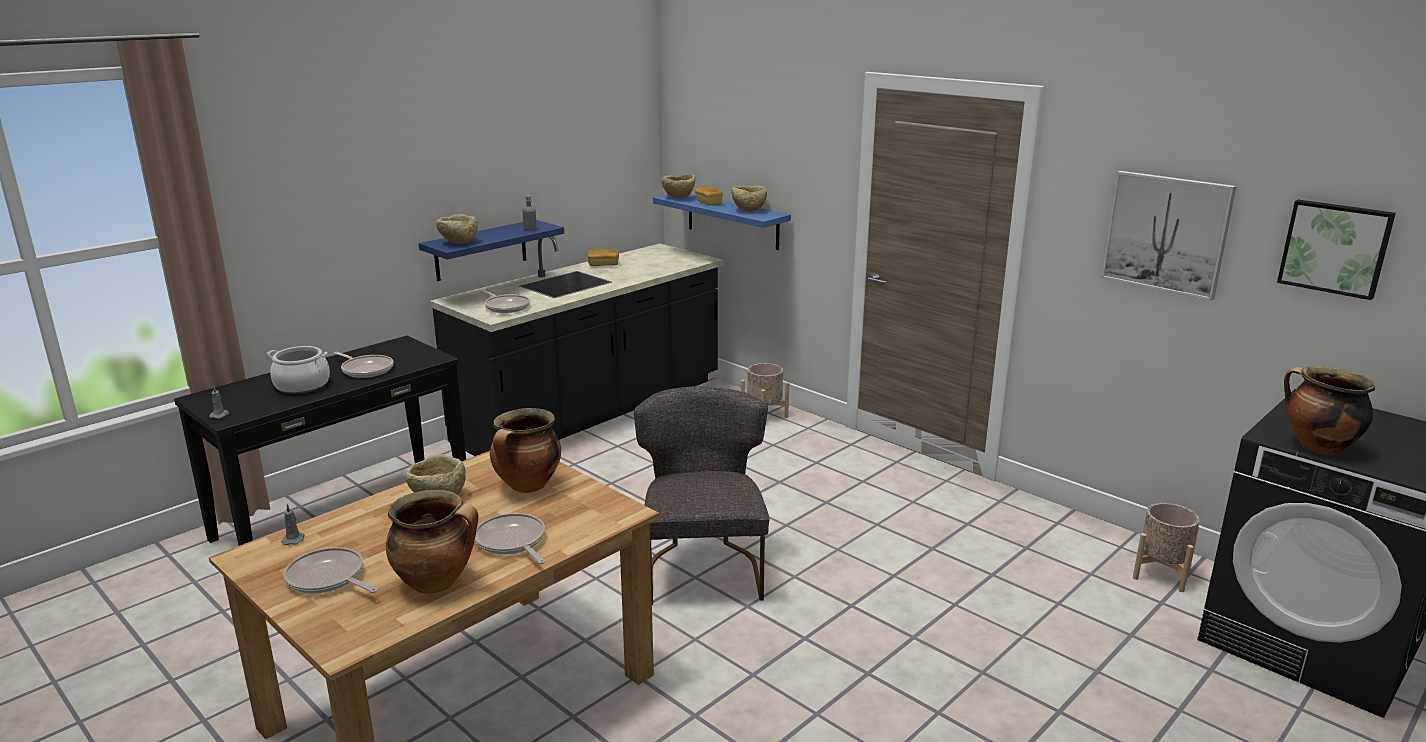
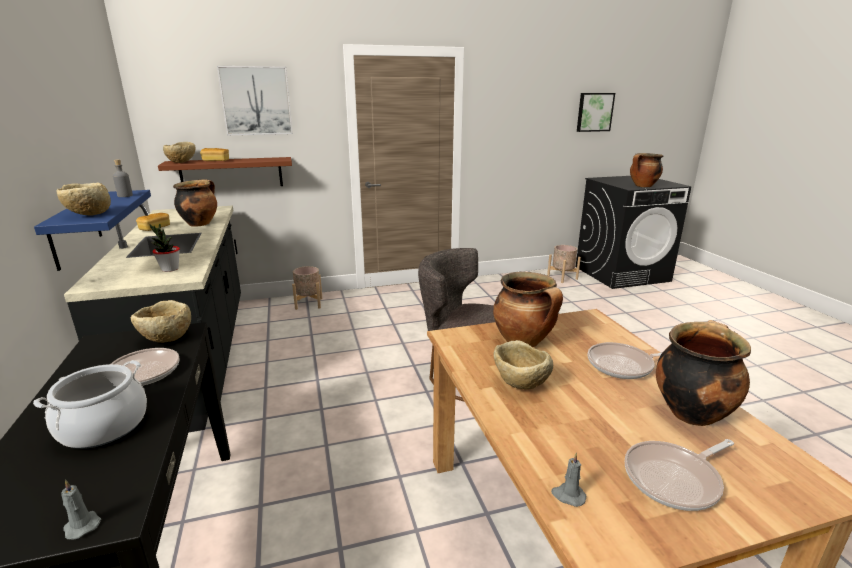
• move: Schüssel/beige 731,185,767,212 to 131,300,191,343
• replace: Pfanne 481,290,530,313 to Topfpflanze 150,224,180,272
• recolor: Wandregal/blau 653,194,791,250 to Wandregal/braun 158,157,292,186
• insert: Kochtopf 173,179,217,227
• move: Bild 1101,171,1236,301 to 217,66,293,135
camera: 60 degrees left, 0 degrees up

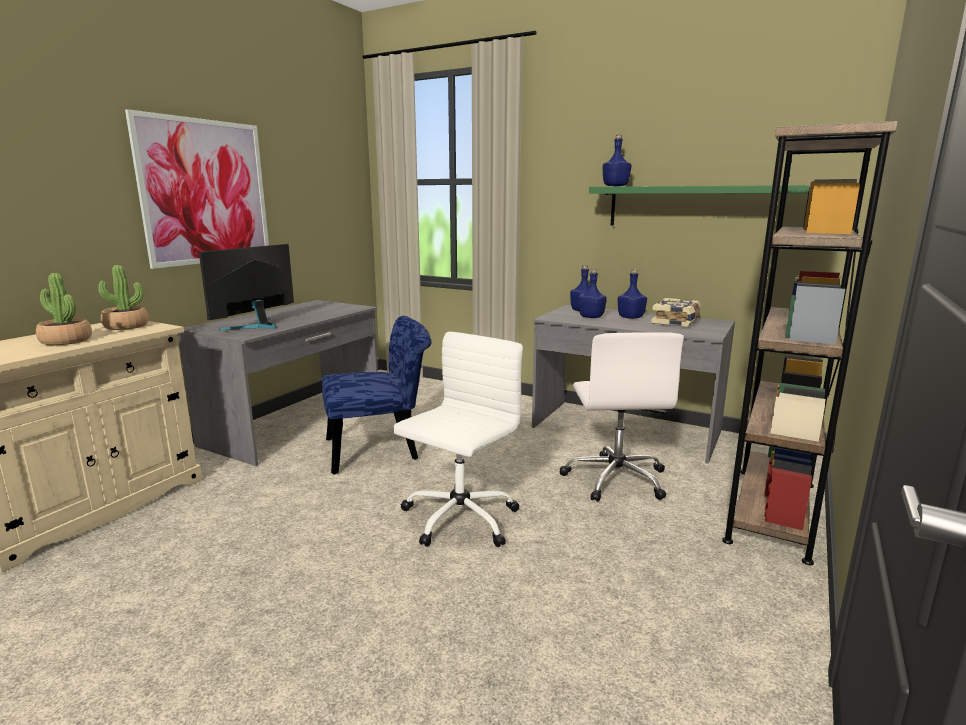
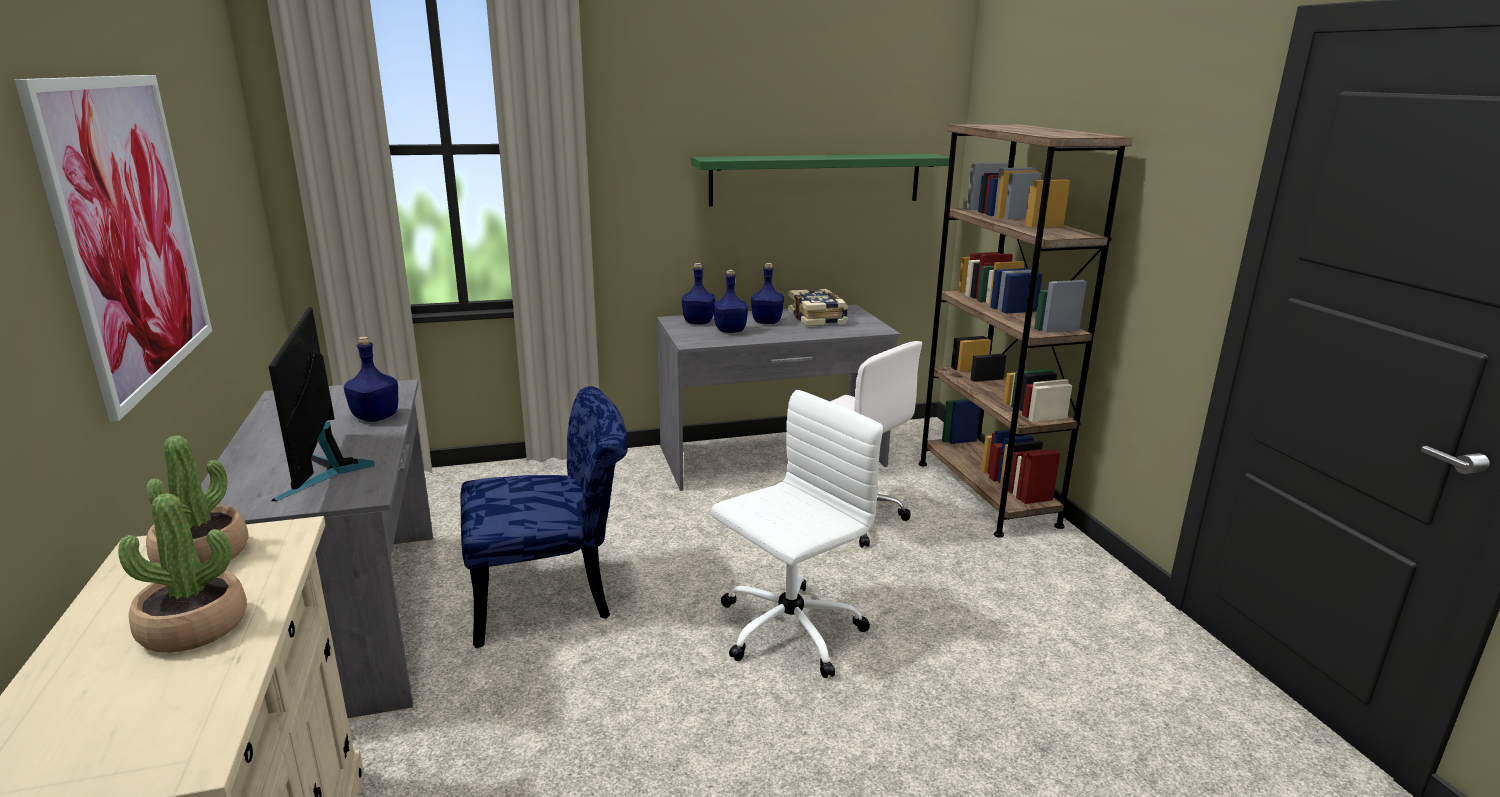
• move: Flasche/blau 603,135,632,186 to 344,336,398,422
• rotate: Stuhl/blau 322,316,432,475 = 460,386,628,648 45 degrees clockwise
• rotate: Bürostuhl/weiß 393,332,523,547 = 711,390,883,678 60 degrees clockwise
camera: 45 degrees left, 5 degrees up

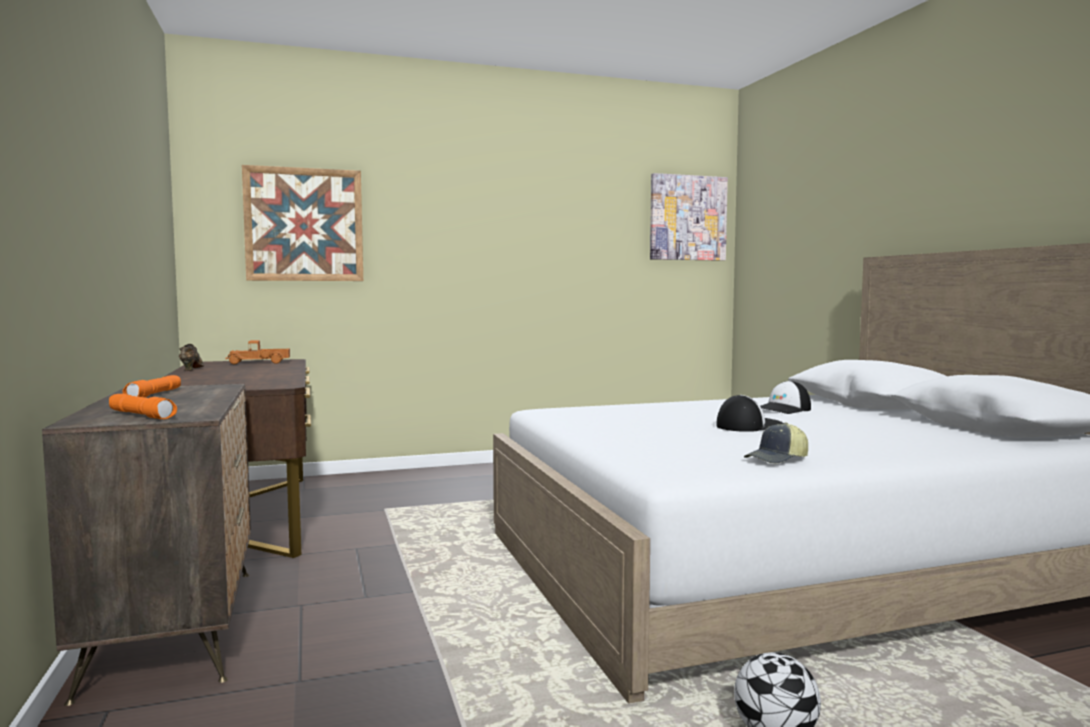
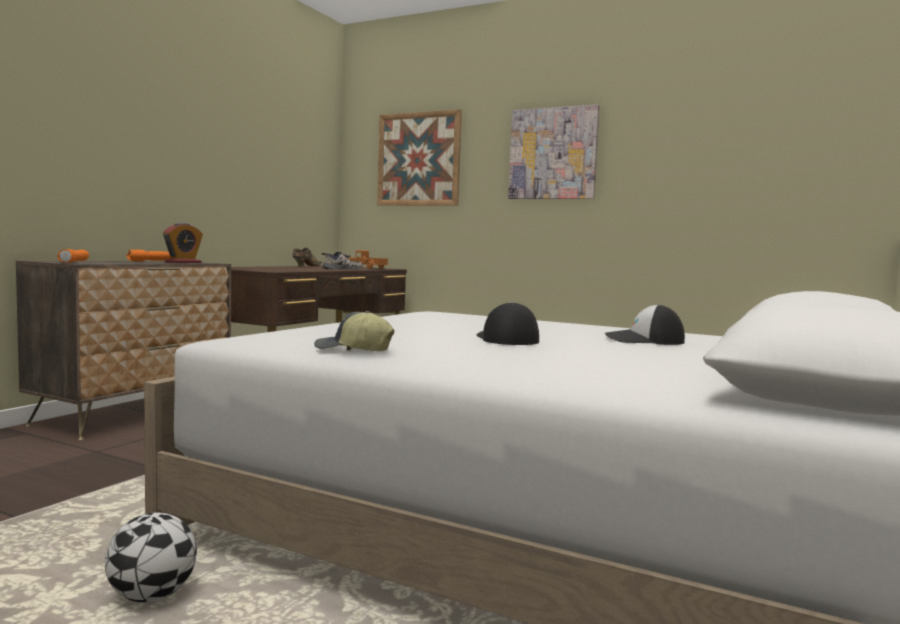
• insert: Wecker 163,223,203,263
• insert: Schuh 322,252,363,270
• rotate: Kappe 716,395,784,432 = 477,302,539,345 120 degrees counterclockwise
• move: Bild 650,173,728,261 to 508,105,600,199
camera: 45 degrees right, 0 degrees up

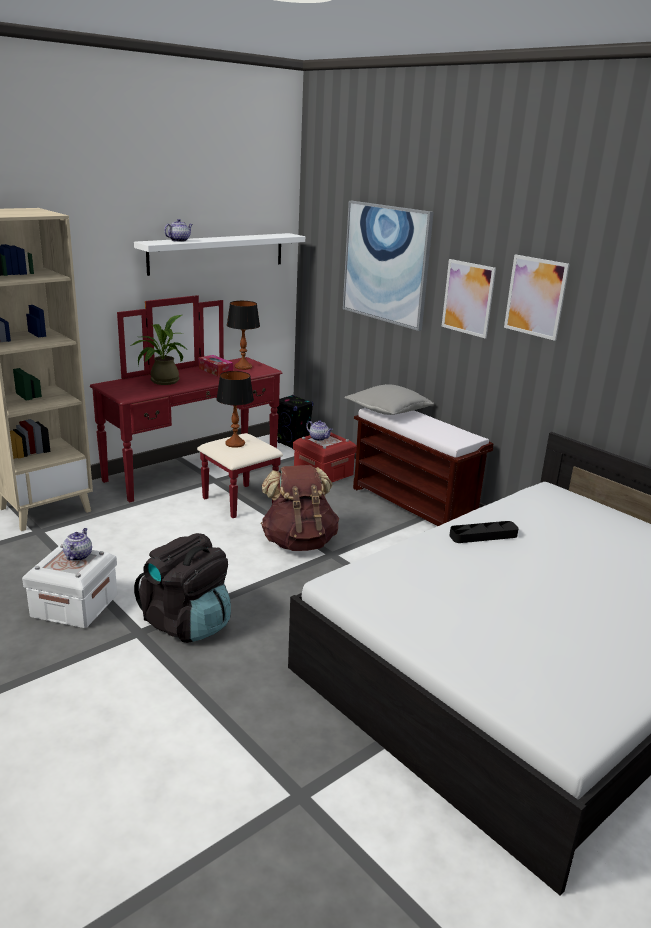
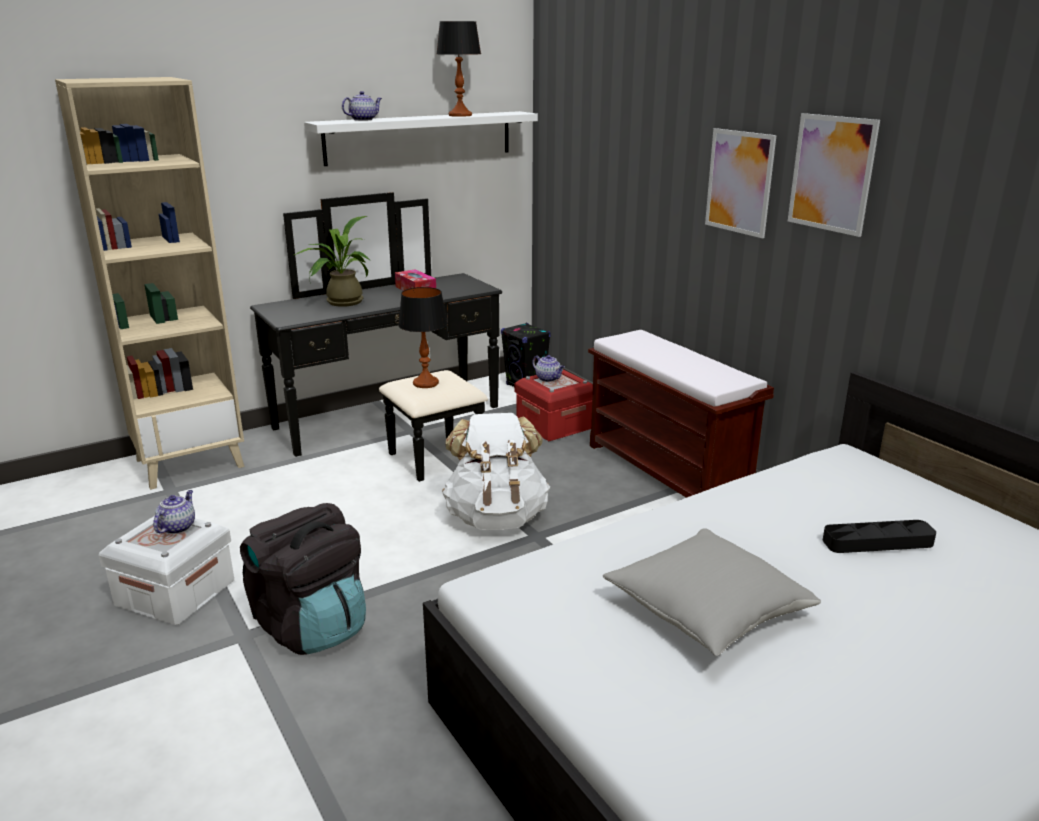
• recolor: Kommode/rot 90,295,283,518 to Kommode/schwarz 250,192,502,482
• move: Tischlampe 227,301,260,370 to 437,21,481,117
• recolor: Rucksack/braun 261,465,339,551 to Rucksack/weiß 442,413,550,530
• move: Kissen/grau 345,384,434,415 to 603,528,821,656
• move: Tablett/schwarz 449,521,519,543 to 823,520,936,553
• delete: Bild 343,201,434,331
camera: 10 degrees right, 0 degrees up

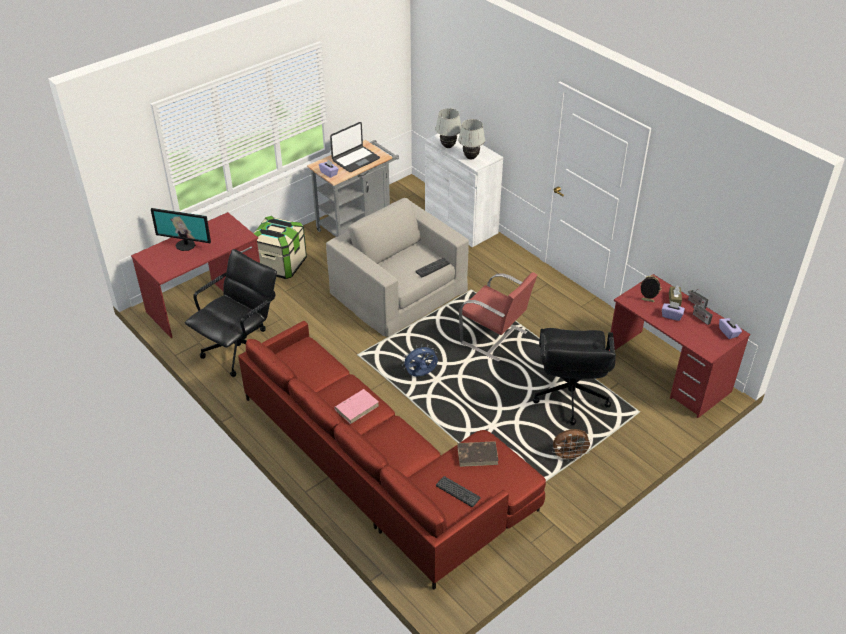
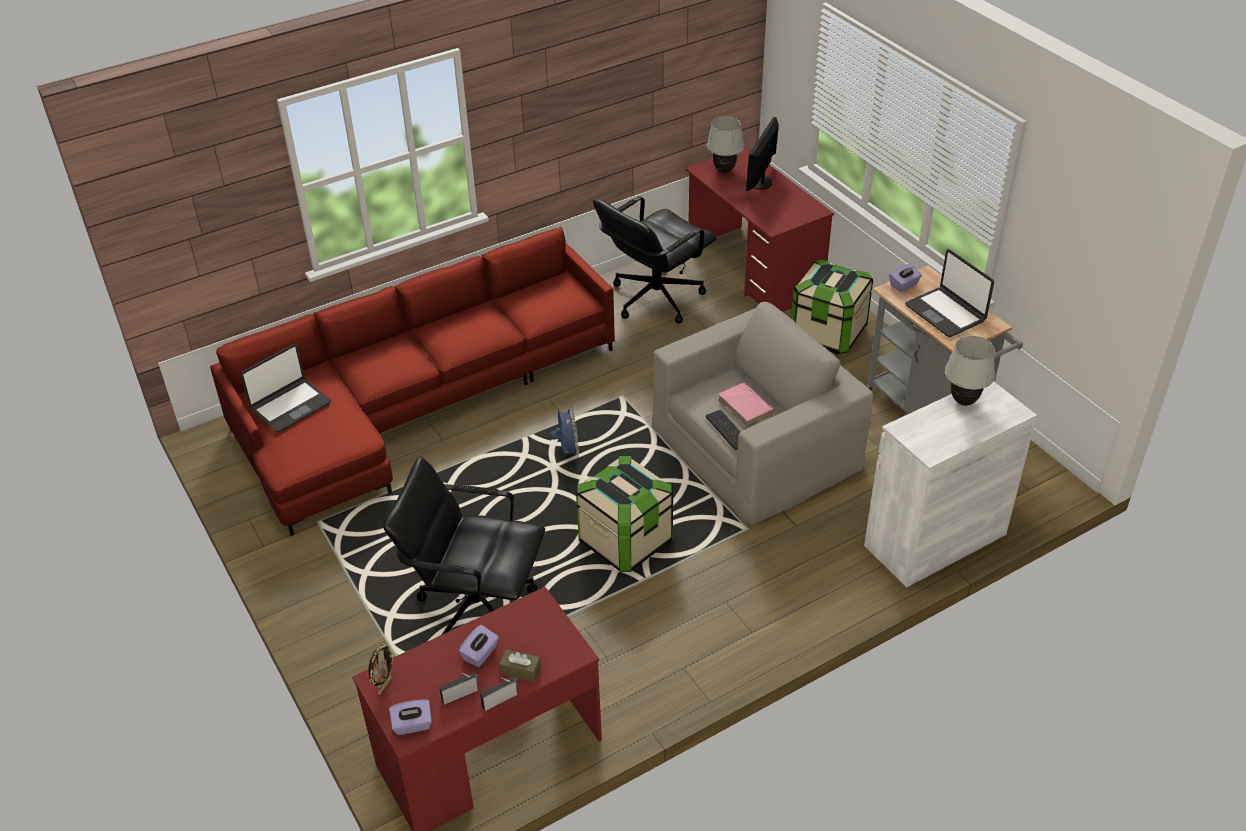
• replace: Tastatur 436,476,480,507 to Laptop 240,344,331,432
• move: Bilderrahmen 640,275,662,302 to 368,645,394,695
• replace: Stuhl/rot 459,273,538,362 to Aufbewahrungsbox 576,456,673,572
• rotate: Bürostuhl/schwarz 185,249,277,377 = 593,196,717,324 90 degrees clockwise
• move: Tischlampe/weiß 458,119,485,159 to 707,117,744,173
• move: Buch/rosa 334,389,379,424 to 718,383,775,427
• delete: Buch/braun 457,441,499,467
• delete: Ventilator/braun 552,429,593,461
camera: 100 degrees right, 0 degrees up

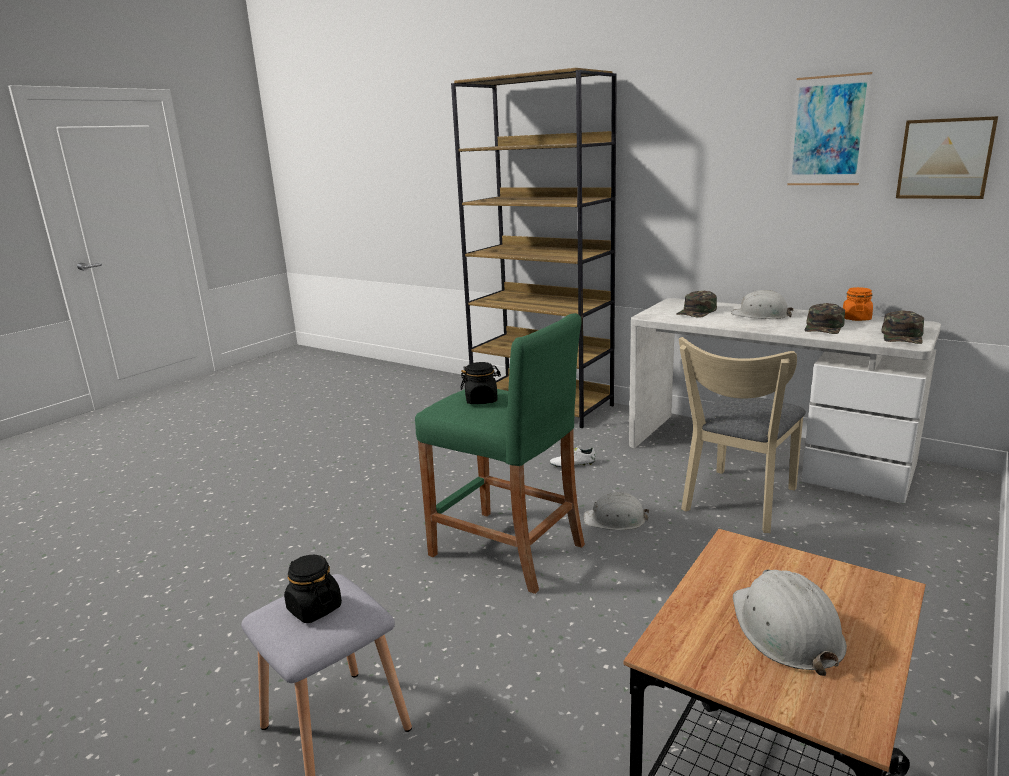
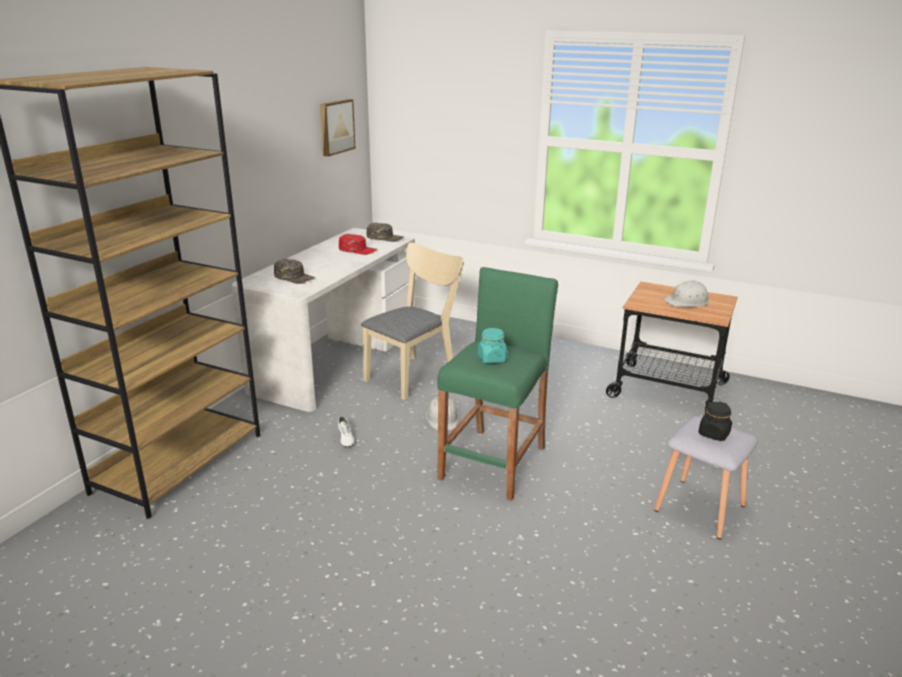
• recolor: Kappe/grün 805,303,845,334 to Kappe/rot 339,234,378,255
• rotate: Stuhl/beige 679,337,806,533 = 361,242,464,400 75 degrees counterclockwise
• recolor: Vorratsglas/schwarz 460,362,501,404 to Vorratsglas/türkis 478,328,507,363
• delete: Schutzhelm/weiß 731,290,794,319
• delete: Bild 787,72,872,185
• delete: Vorratsglas/orange 843,287,873,321
camera: 100 degrees left, 5 degrees up

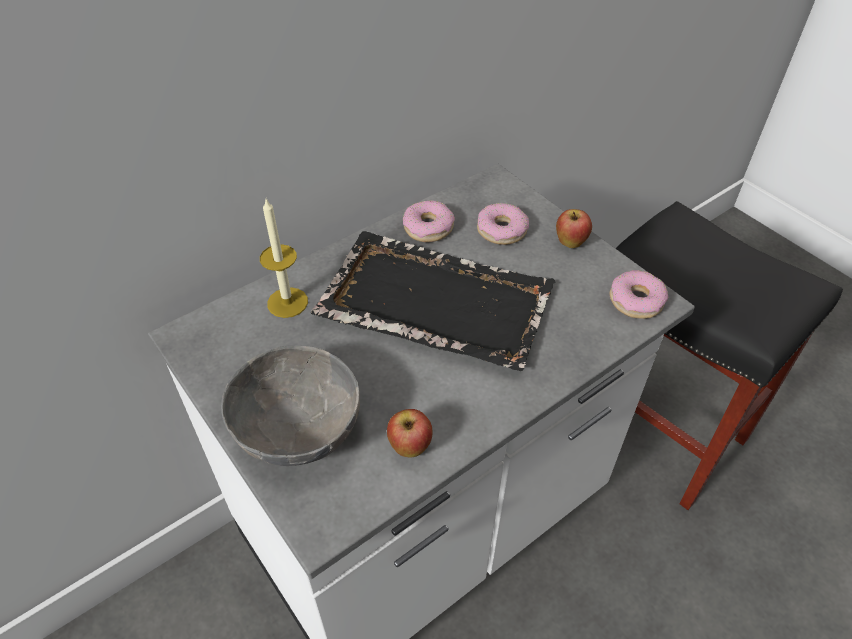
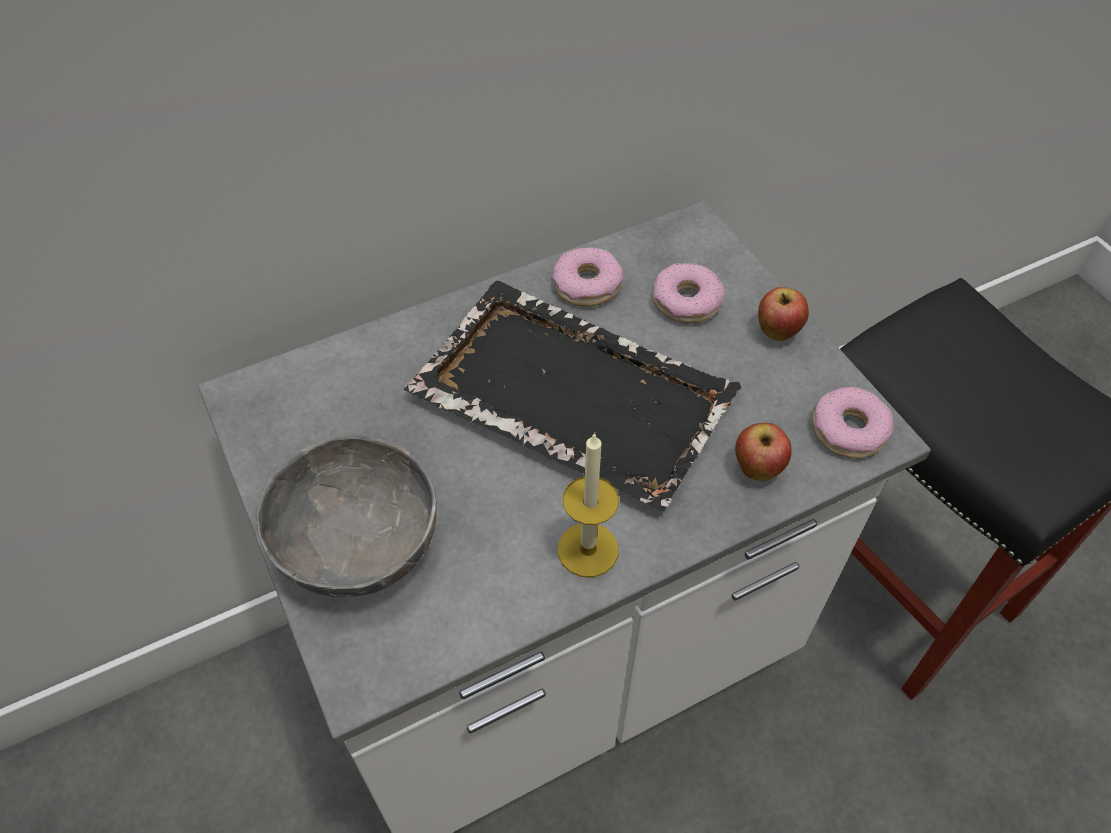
• move: Kerze 260,199,308,318 to 558,432,619,577
• move: Apfel 387,409,432,457 to 735,423,792,481
camera: 10 degrees right, 5 degrees up

